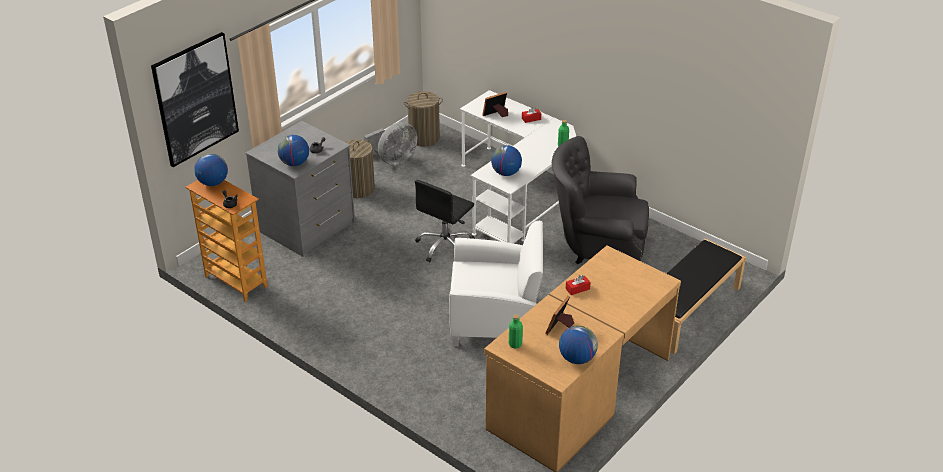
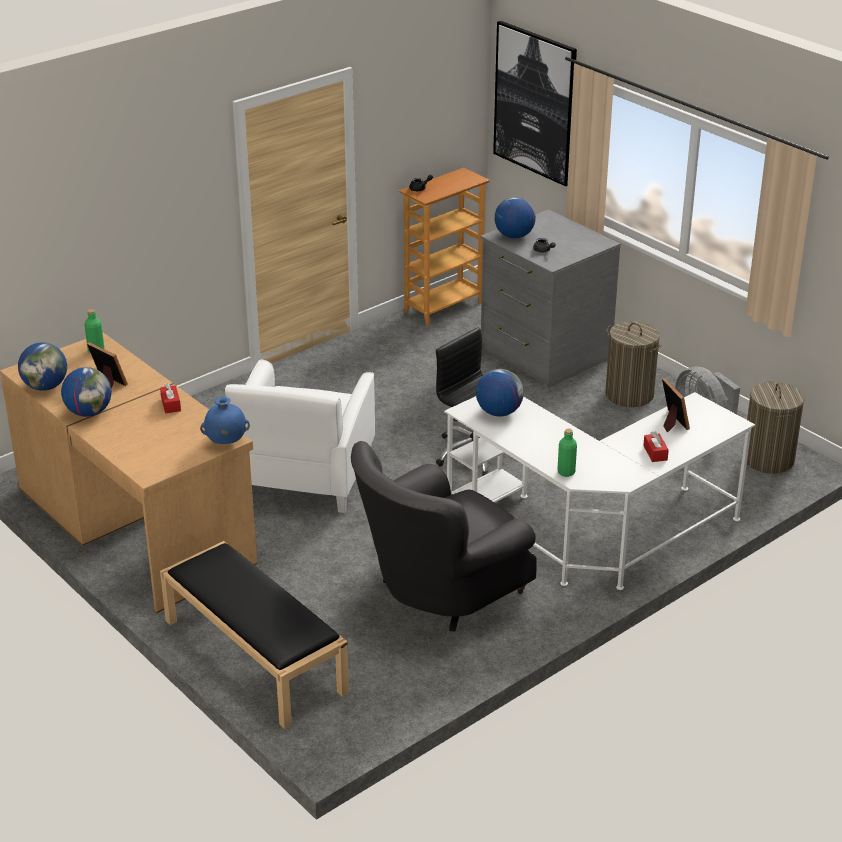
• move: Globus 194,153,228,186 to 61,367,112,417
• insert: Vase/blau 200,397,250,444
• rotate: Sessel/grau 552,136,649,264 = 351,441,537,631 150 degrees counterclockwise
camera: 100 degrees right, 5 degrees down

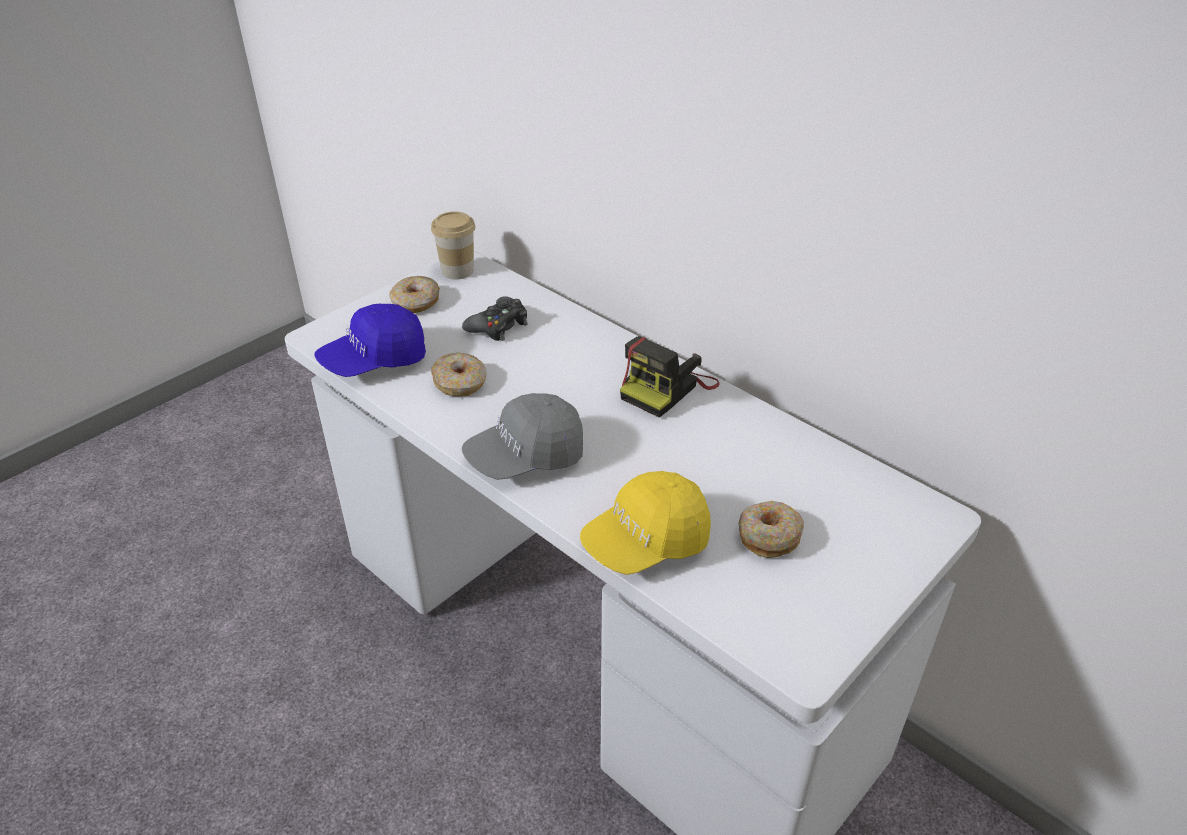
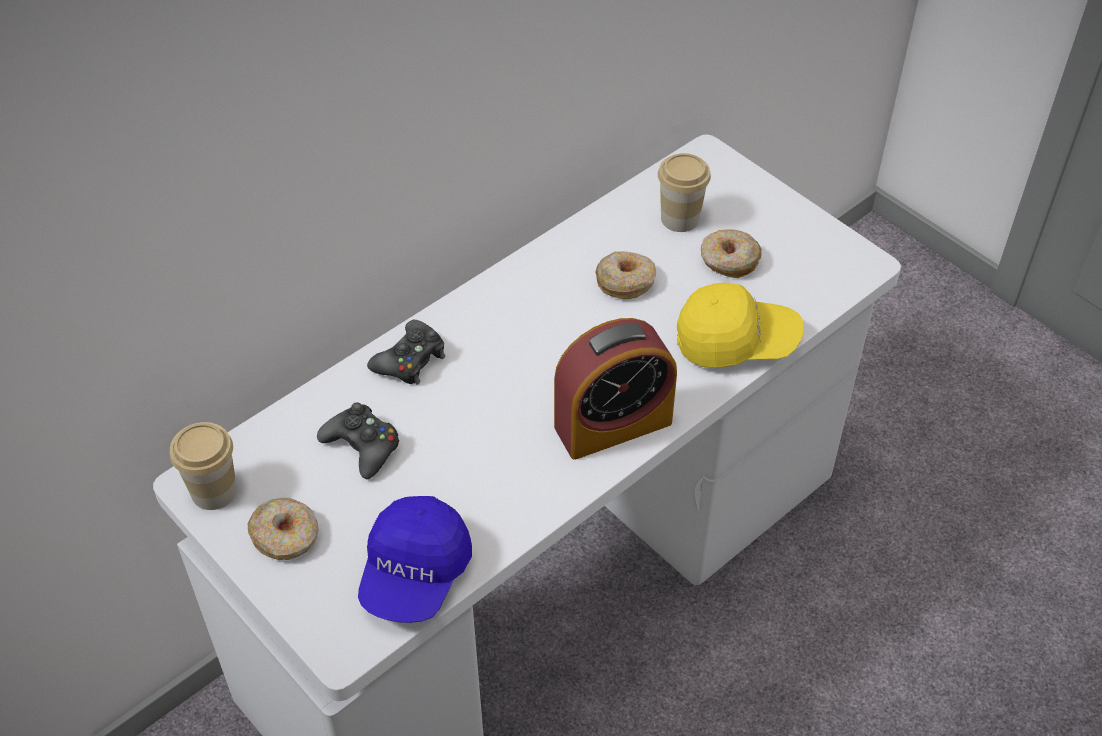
• rotate: Kappe/blau 315,304,426,377 = 358,496,472,623 45 degrees clockwise
• insert: Gamepad/schwarz 367,320,445,384
• replace: Kappe/grau 462,393,583,480 to Wecker 554,318,677,460
• move: Donut 431,353,486,397 to 595,251,656,299
• insert: Tasse 658,153,711,232
• rotate: Kappe/gelb 580,471,711,575 = 677,282,804,368 60 degrees counterclockwise
• delete: Kamera 620,336,720,418
camera: 85 degrees left, 10 degrees up

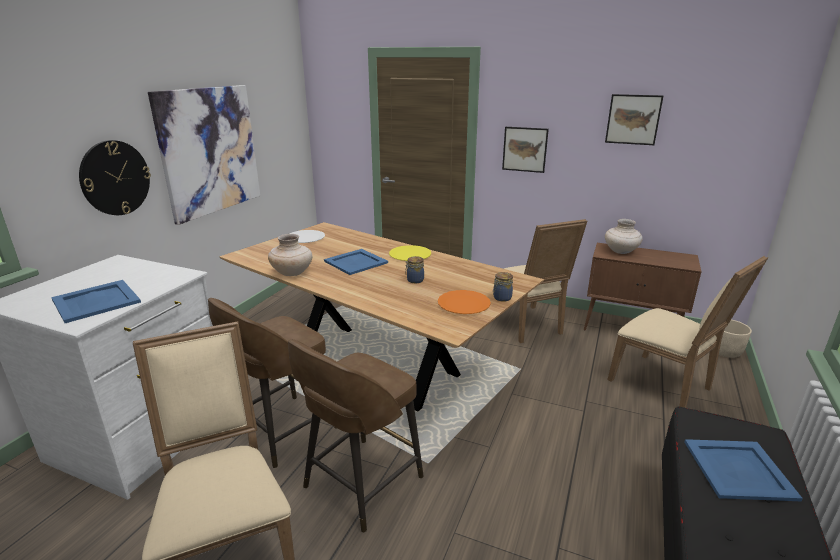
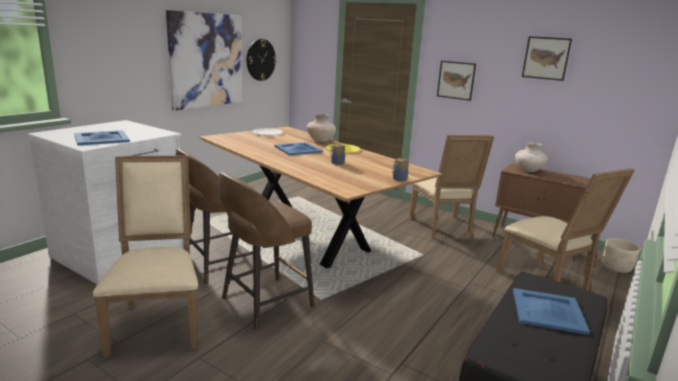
• move: Wanduhr 79,140,151,215 to 247,39,277,81
• move: Vase/beige 268,234,312,276 to 307,113,336,142
• delete: Teller/orange 438,290,491,314
camera: 10 degrees right, 5 degrees down

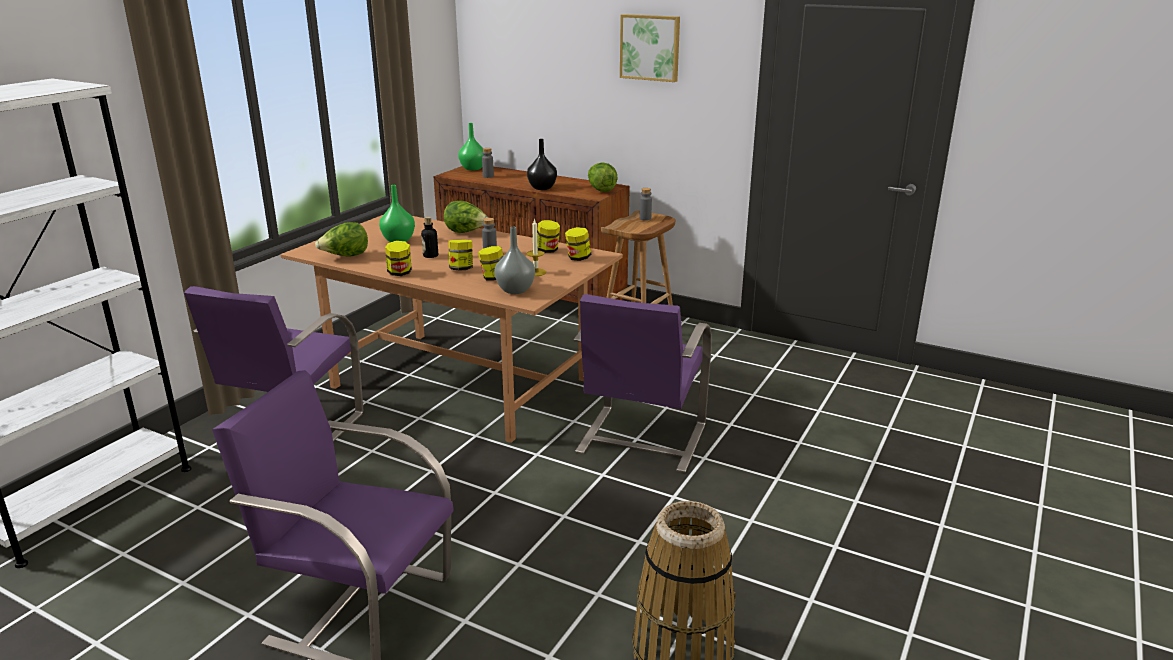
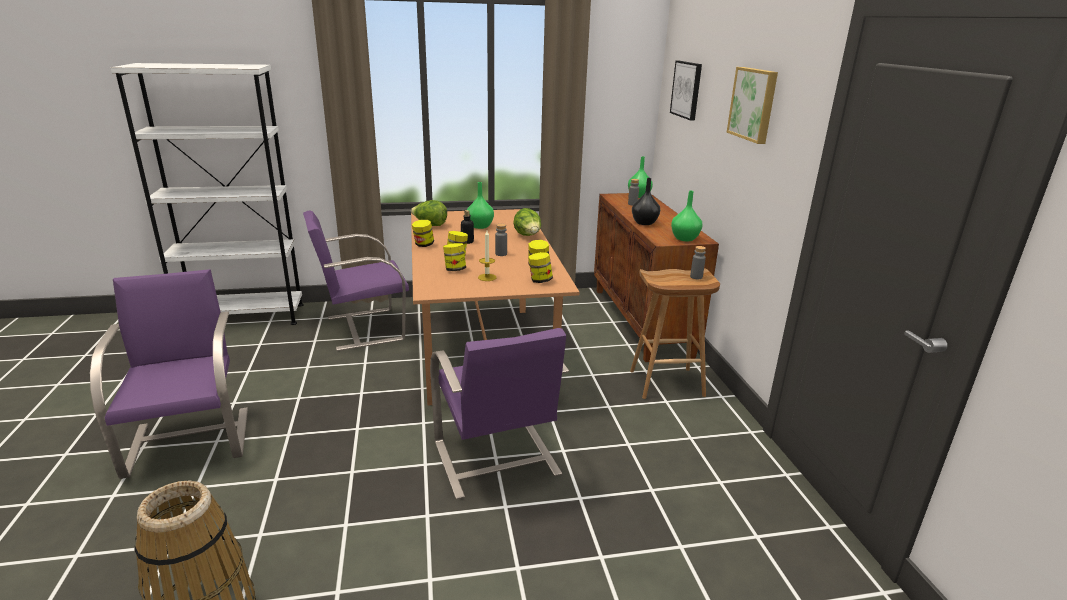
• rotate: Stuhl/lila 573,294,712,473 = 430,328,569,499 90 degrees counterclockwise
• insert: Bild 670,61,702,121
• replace: Salatkopf 588,163,618,192 to Vase/grün 671,191,702,241
• delete: Vase/grau 494,227,535,294
camera: 50 degrees right, 0 degrees up

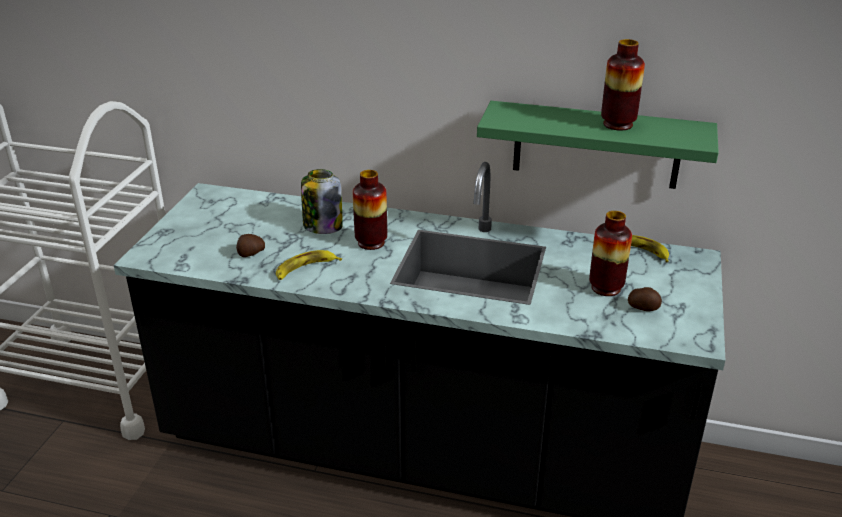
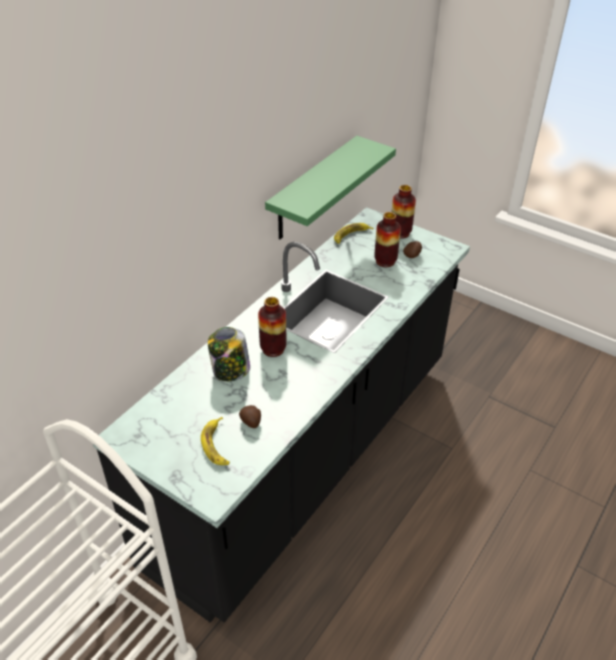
• move: Banane 276,250,342,280 to 201,417,230,465
• move: Vase 601,39,645,130 to 392,185,416,239
camera: 70 degrees left, 10 degrees up

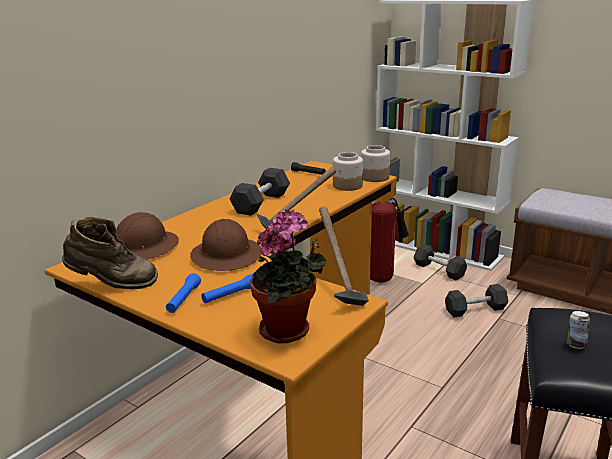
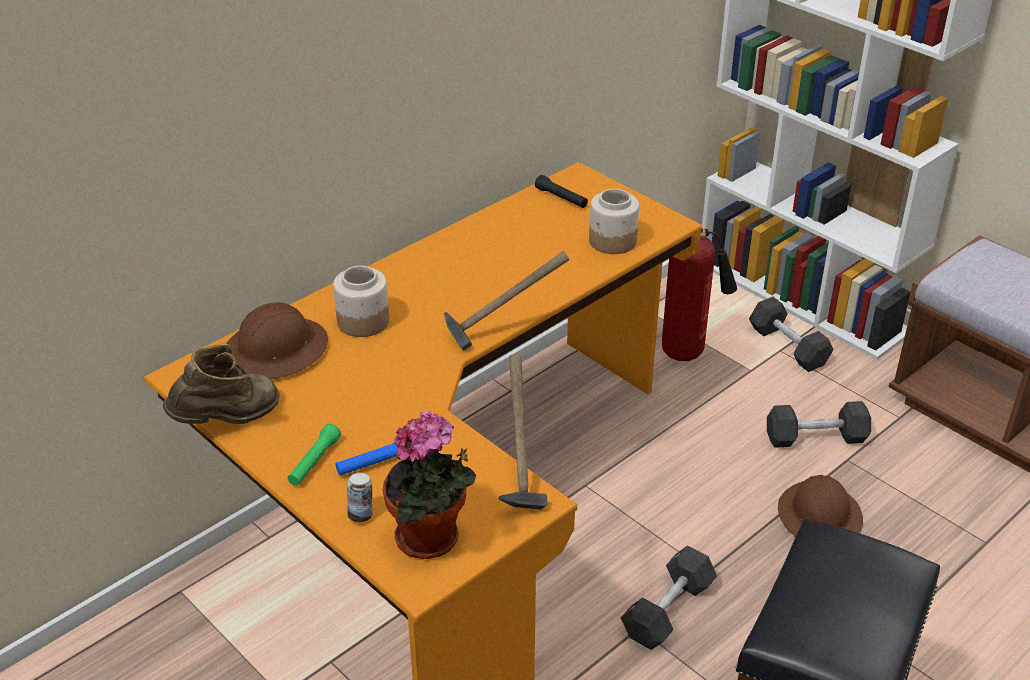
• rotate: Stiefel/braun 62,216,158,289 = 163,343,280,424 45 degrees counterclockwise
• recolor: Taschenlampe/blau 166,273,201,313 to Taschenlampe/grün 288,424,341,486
• move: Vorratsglas 361,145,390,182 to 333,266,389,337
• move: Dose 567,311,590,349 to 347,473,372,523
• move: Hantel/schwarz 229,168,290,216 to 621,546,717,650
• move: Schutzhelm/braun 190,219,261,271 to 778,475,863,537
camera: 10 degrees right, 15 degrees up

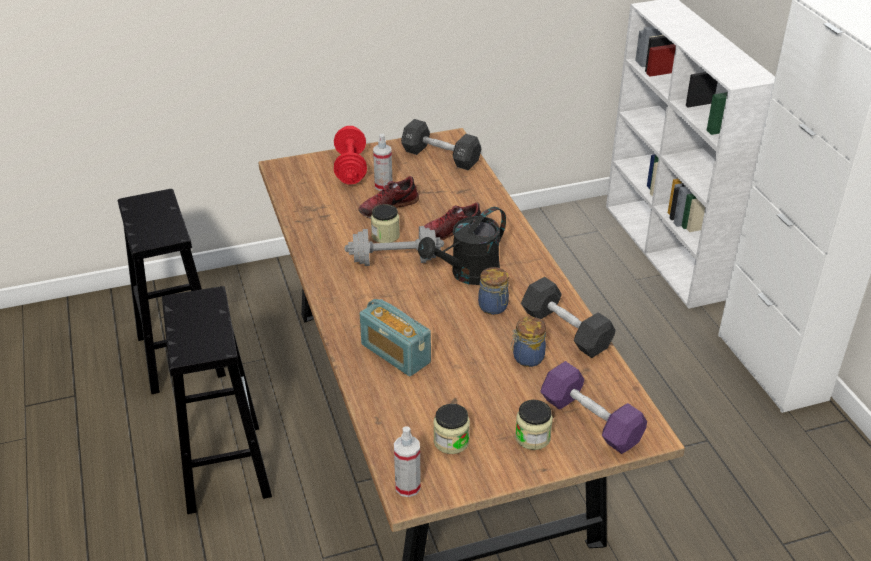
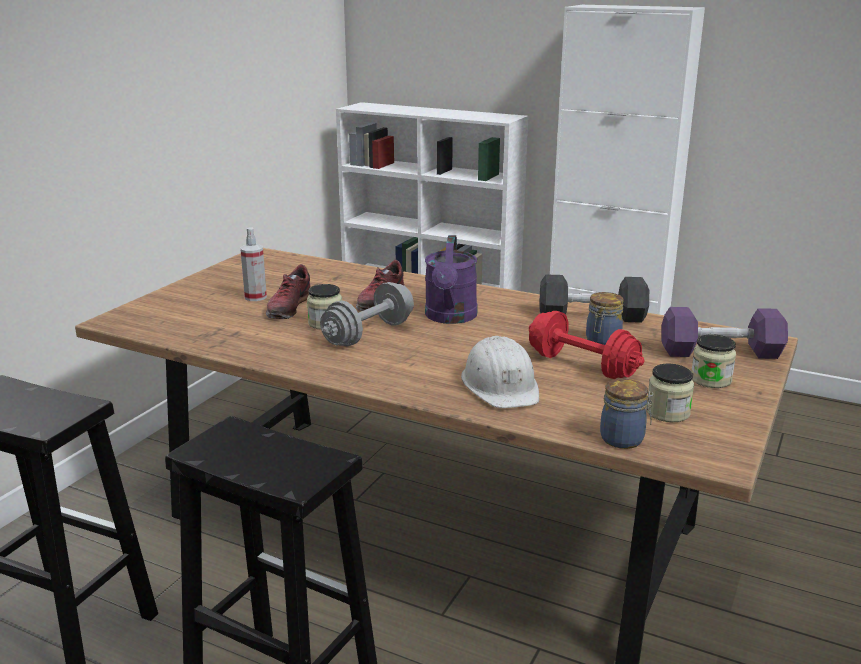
• recolor: Gießkanne/schwarz 418,207,506,285 to Gießkanne/lila 425,235,477,324
• replace: Radio 360,299,431,376 to Schutzhelm/weiß 461,336,539,408
• move: Hantel/rot 334,126,367,185 to 529,311,645,379
• move: Vorratsglas 478,267,509,315 to 600,378,654,449
• delete: Sprühflasche 394,426,421,497
• delete: Hantel/schwarz 401,119,481,170
camera: 45 degrees left, 15 degrees down

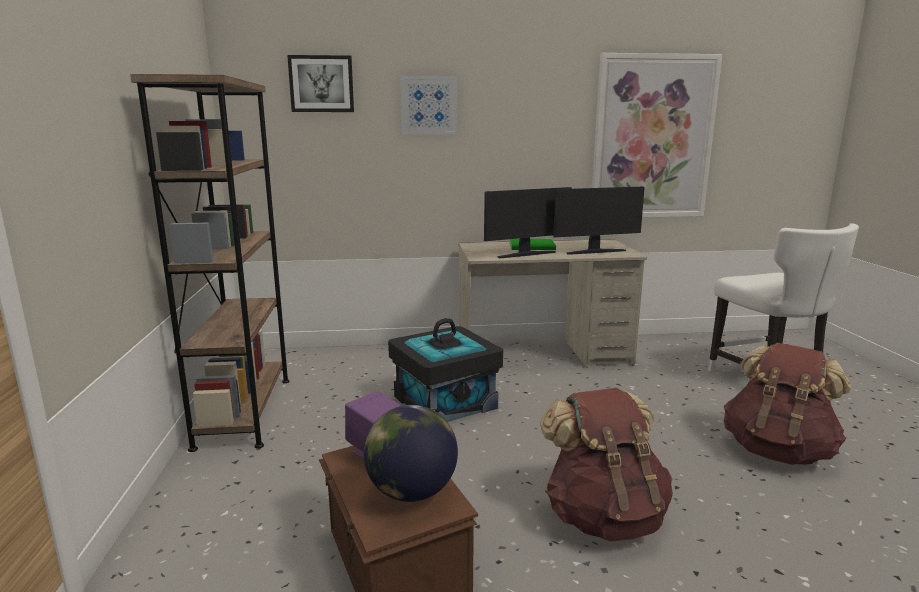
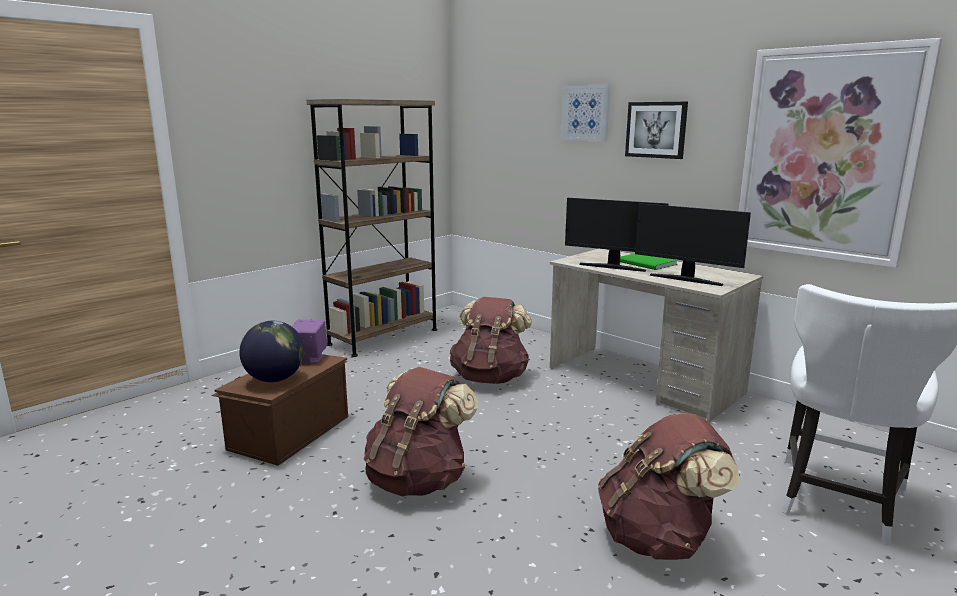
• replace: Aufbewahrungsbox/schwarz 388,318,503,422 to Rucksack/braun 450,297,532,384
• move: Bild 287,55,354,112 to 625,102,688,159
camera: 50 degrees right, 0 degrees up

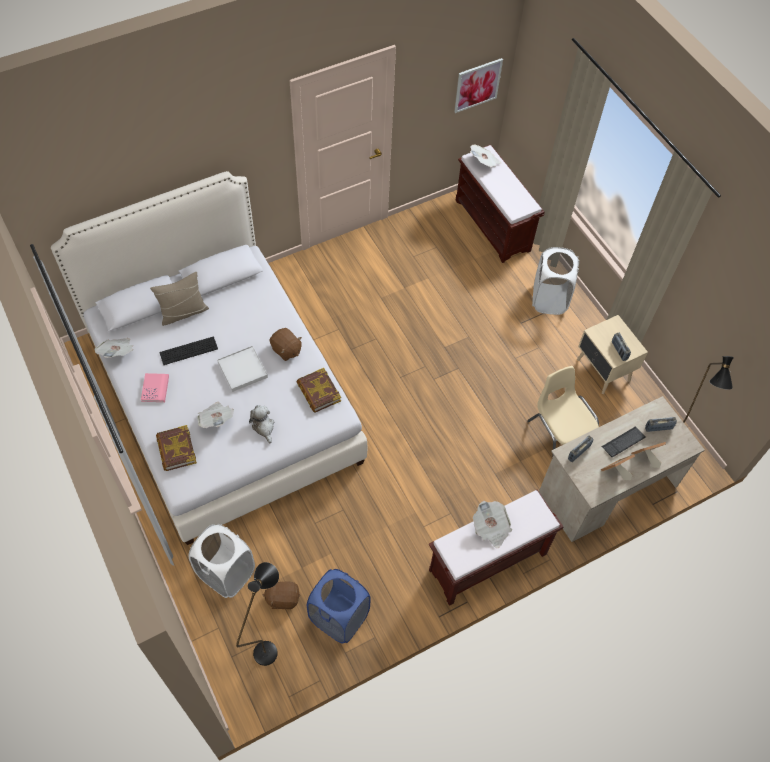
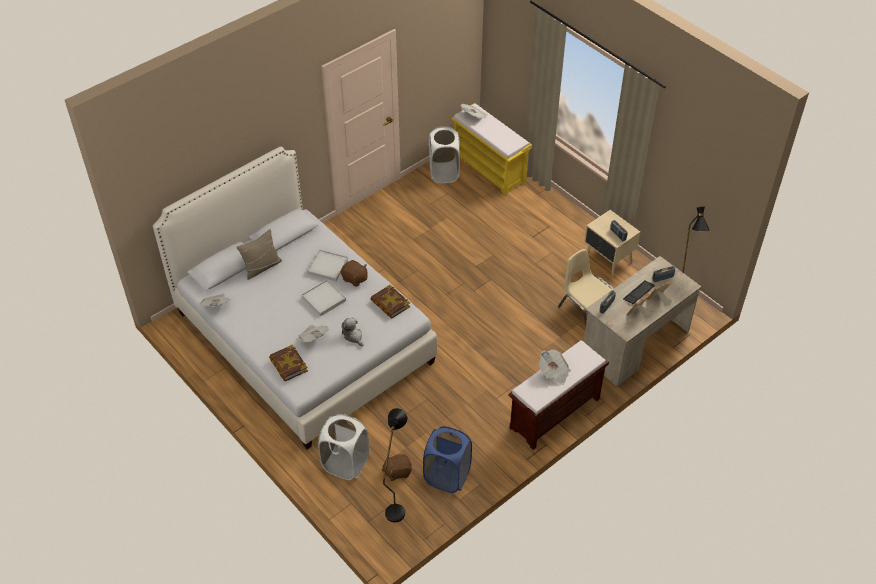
• insert: Tablett/weiß 307,249,348,281
• move: Wäschekorb/weiß 532,247,579,315 to 429,126,460,183
• recolor: Bank/braun 455,144,544,263 to Bank/gelb 451,103,532,196
• delete: Buch/rosa 141,373,169,402
• delete: Tastatur 159,336,218,365
• delete: Bild 454,58,503,113
camera: 10 degrees left, 10 degrees down

